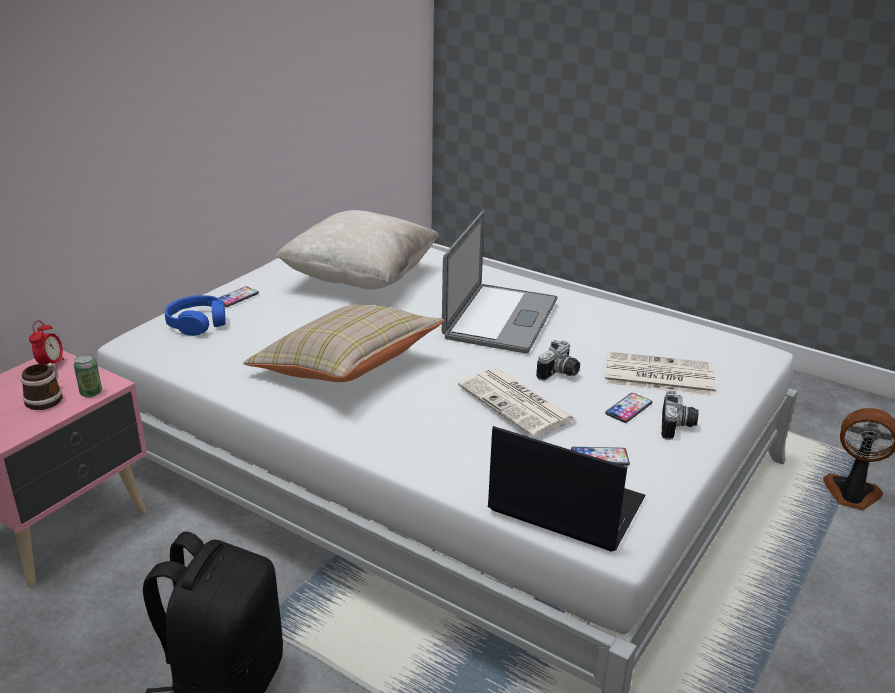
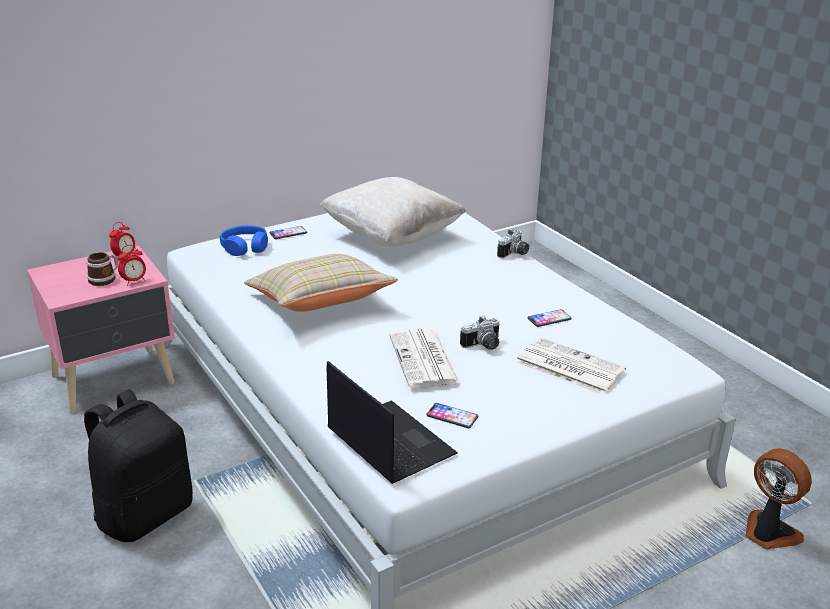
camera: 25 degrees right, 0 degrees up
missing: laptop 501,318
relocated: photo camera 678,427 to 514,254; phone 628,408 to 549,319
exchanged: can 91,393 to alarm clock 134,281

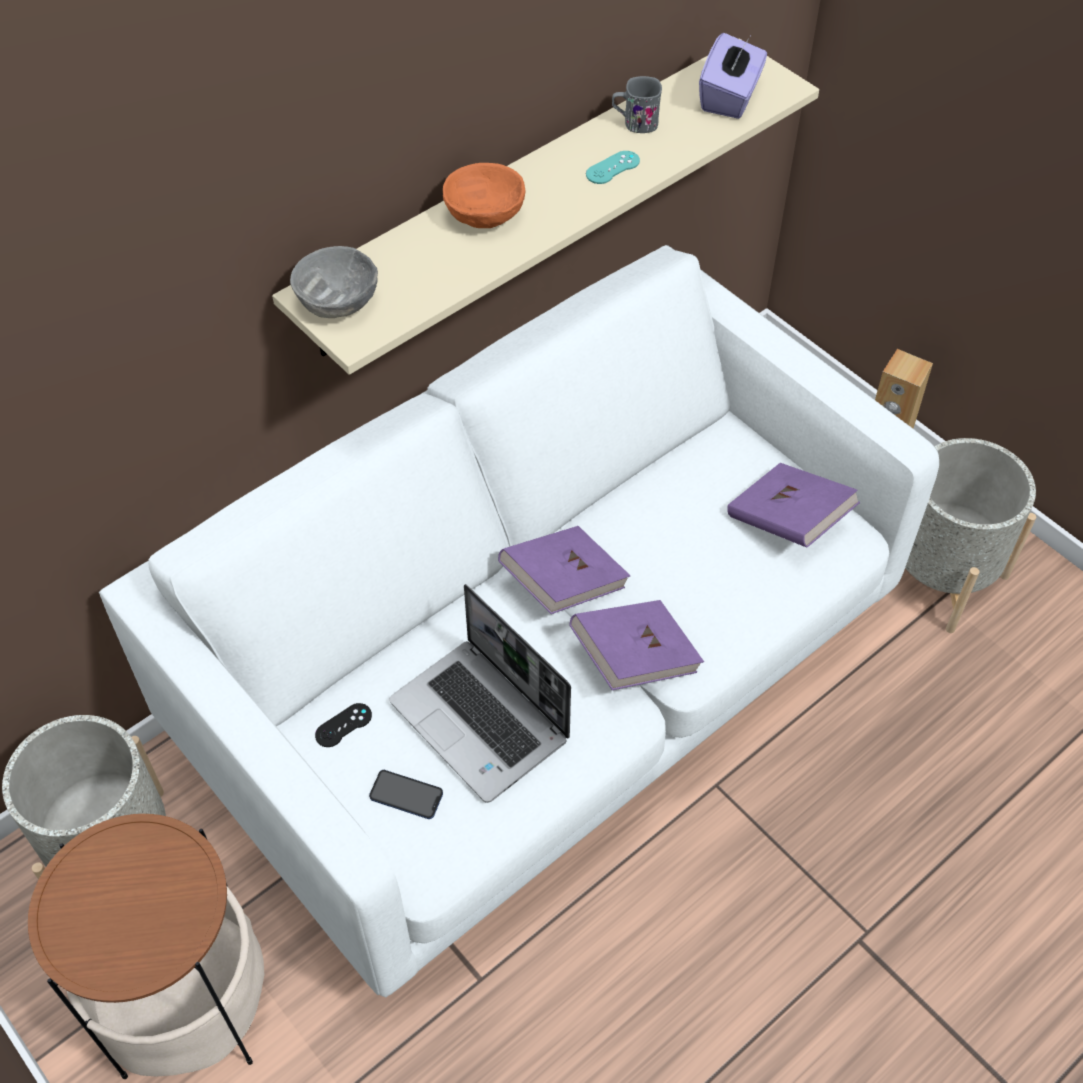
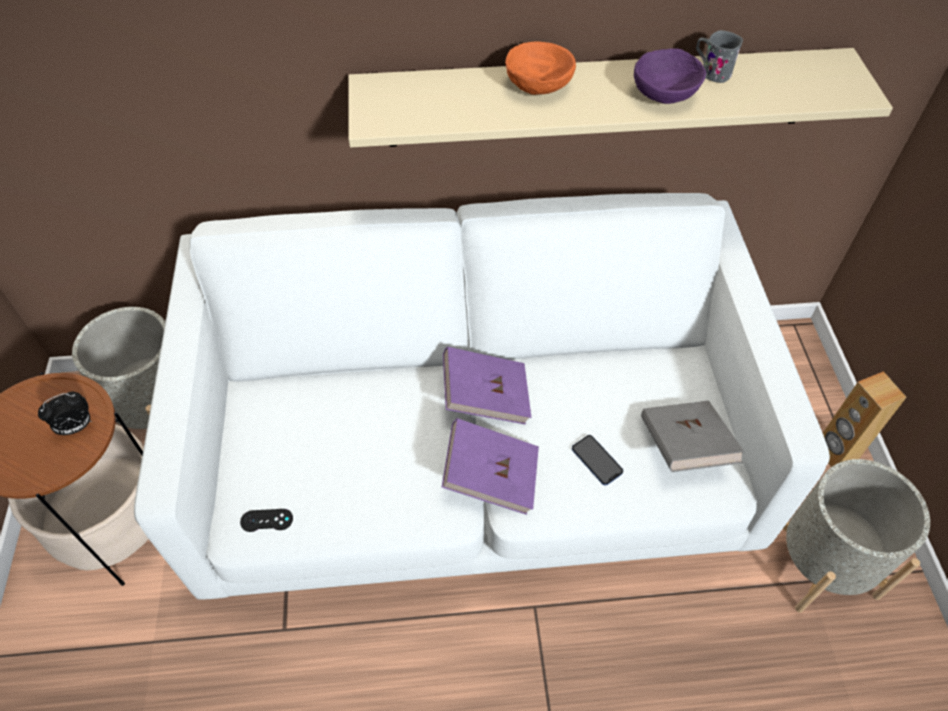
camera: 35 degrees right, 0 degrees up
missing: grey bowl 338,302; laptop 482,721; purple tissue box 730,97
appeared: alarm clock 76,427
relocated: black game controller 343,725 to 266,520; phone 406,795 to 596,460
exchanged: turquoise game controller 612,168 to purple bowl 664,94
colour: purple book 788,521 to grey book 684,447

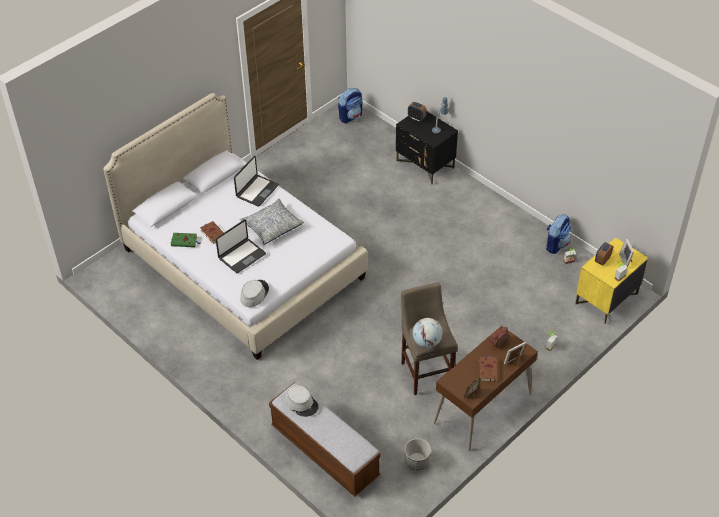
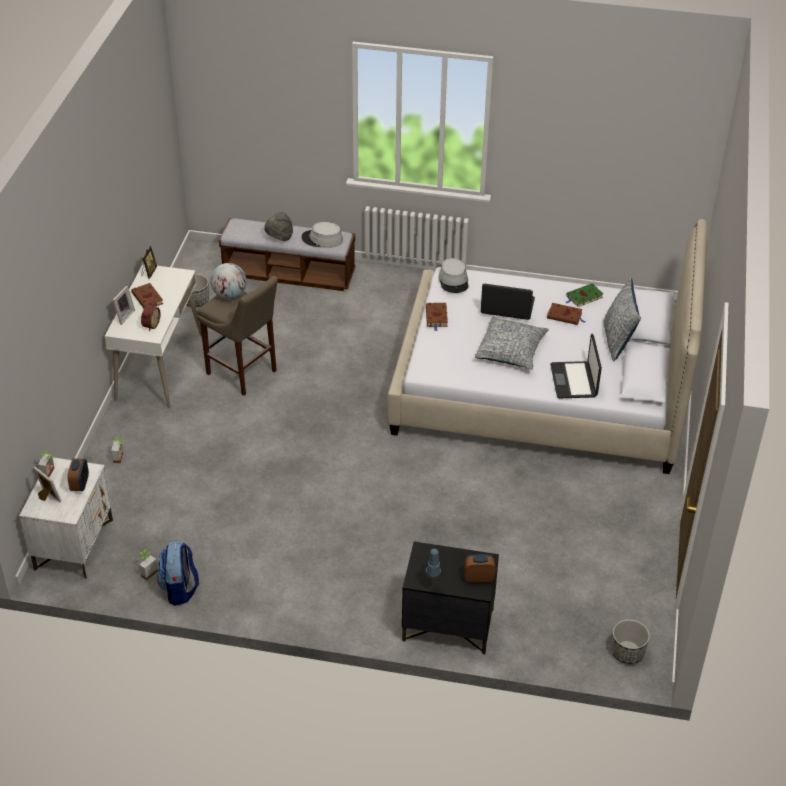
camera: 145 degrees right, 5 degrees down
appeared: grey hat 279,238; brown book 436,317; pillow 618,340
exchanged: backpack 350,116 to planter 627,653
colour: yellow nightstand 606,299 to white nightstand 74,544; brown desk 482,409 to white desk 159,367
spun: laptop 241,256 = 507,307 90 degrees clockwise

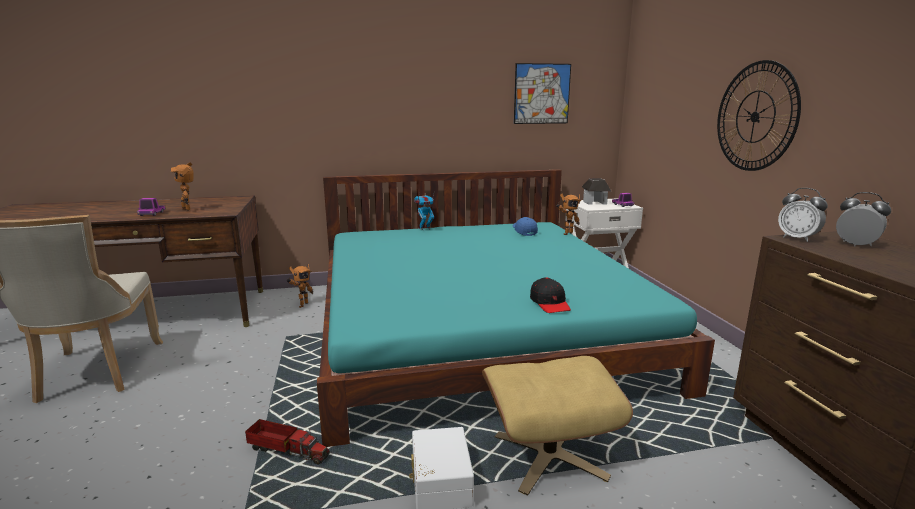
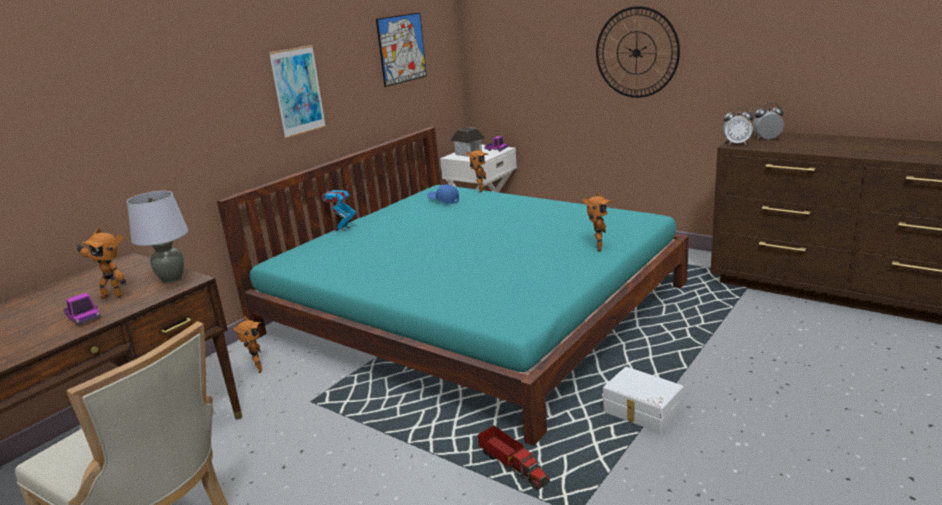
camera: 40 degrees left, 5 degrees up
missing: beige ottoman 549,455
appeared: grey table lamp 172,279; picture 298,91
exchanged: black cap 550,303 to toy robot 596,248
spun: toy truck 287,450 = 512,465 75 degrees clockwise

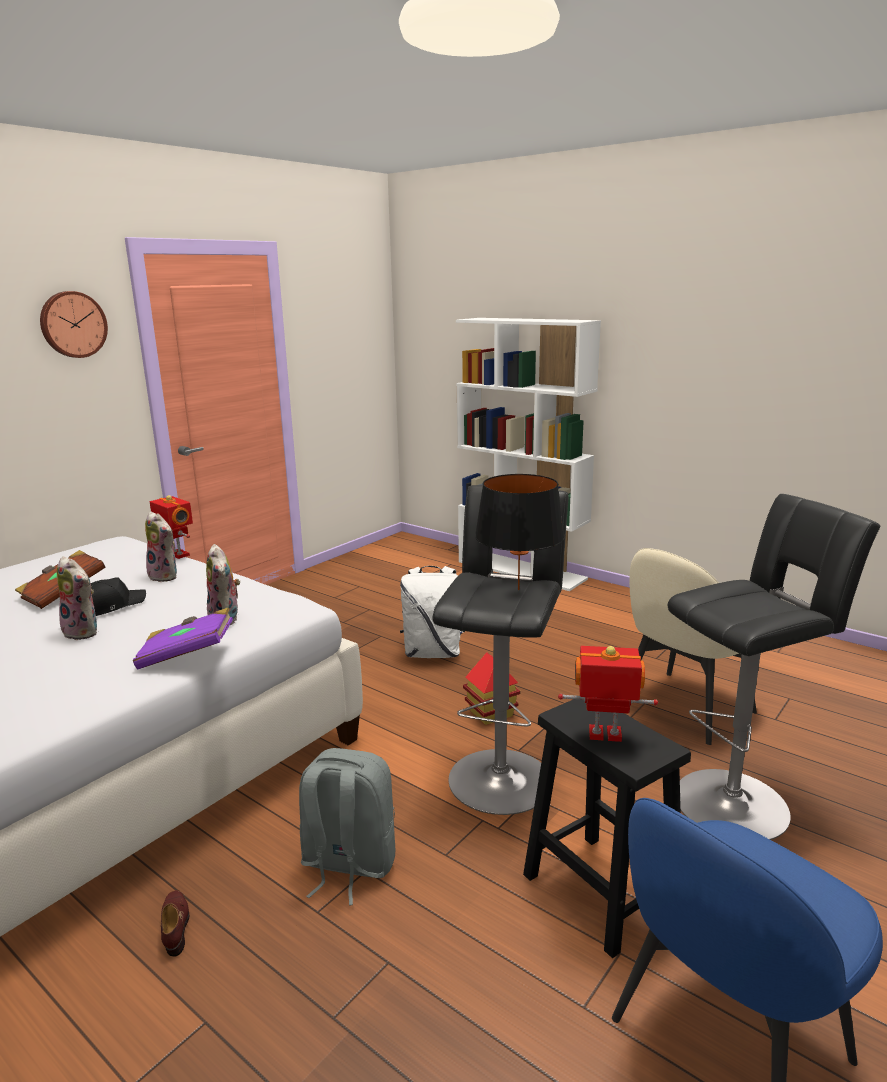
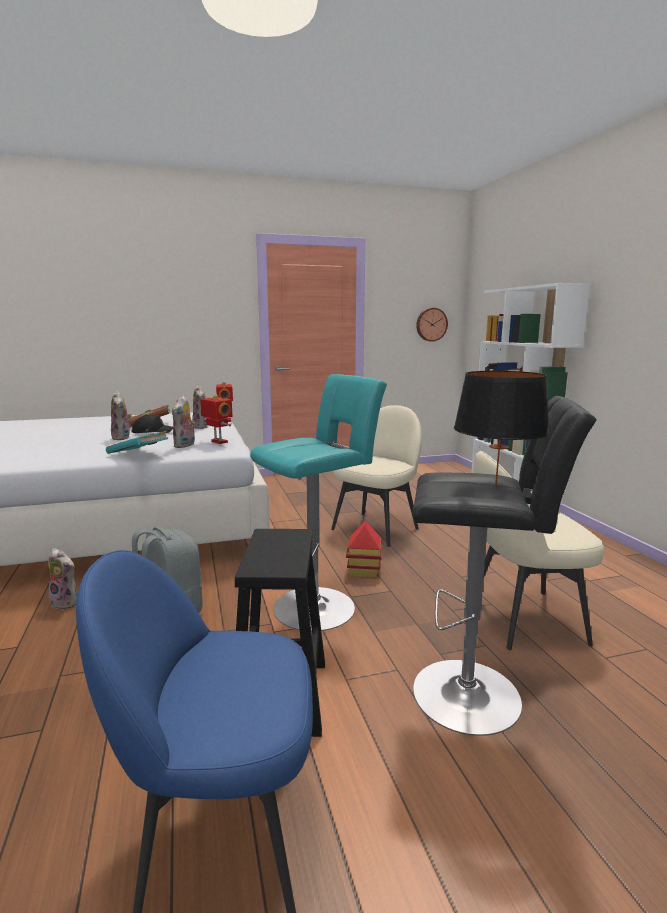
camera: 35 degrees right, 5 degrees down
relocated: toy robot 605,736 to 218,442; wall clock 72,324 to 431,324; black table lamp 518,590 to 495,487
exchanged: brown shoe 176,925 to plush toy 66,602; white backpack 433,653 to beige chair 376,528
colour: purple book 187,655 to turquoise book 139,454; black stool 501,775 to turquoise stool 319,605

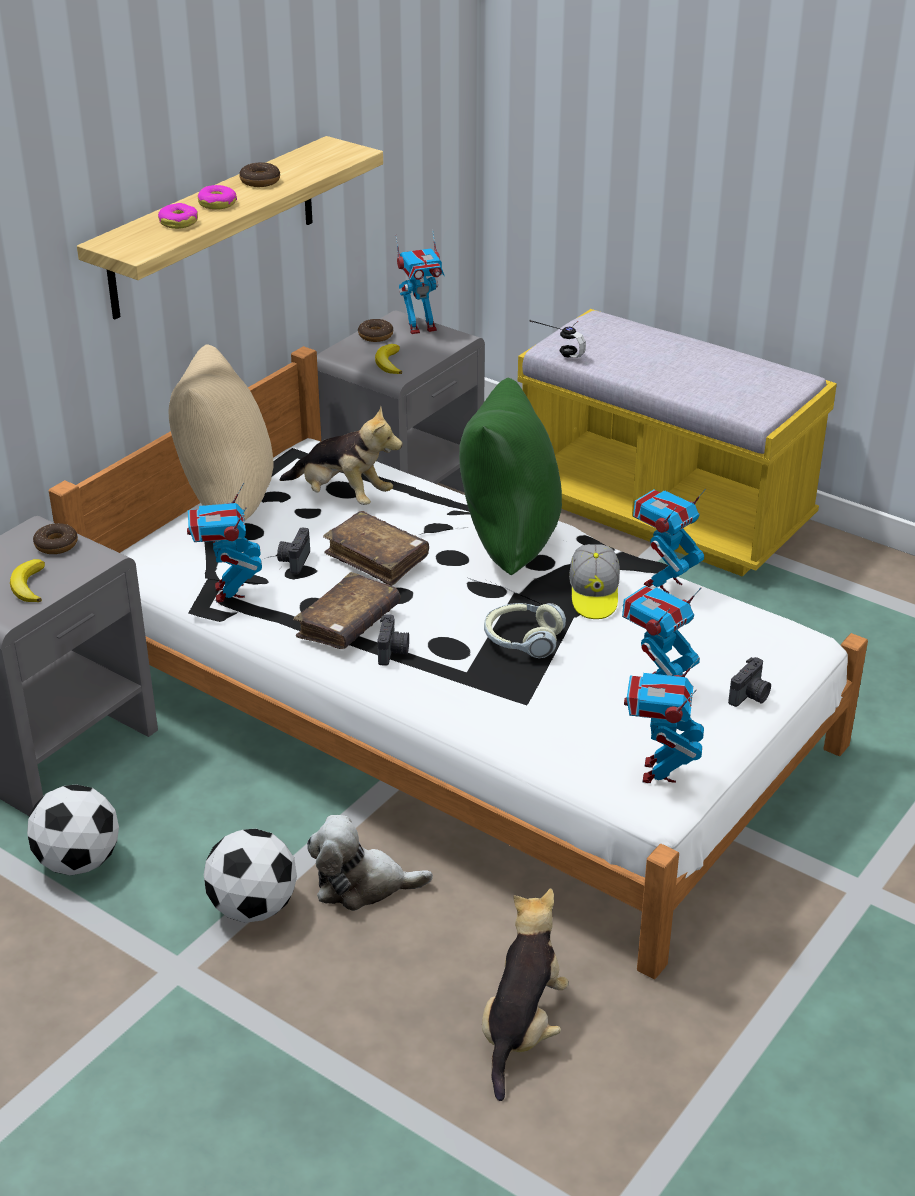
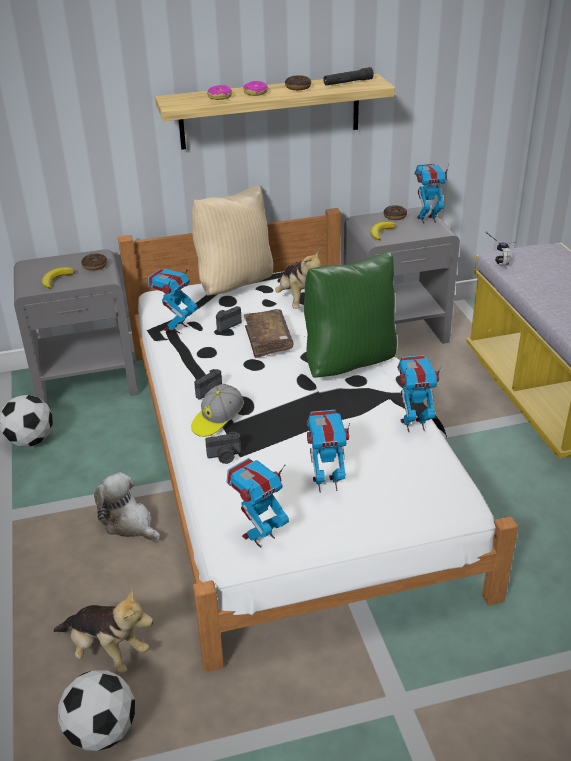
camera: 40 degrees right, 0 degrees up
missing: brown book 348,623; headphones 522,640
appeared: black flashlight 348,82
relocated: football 253,907 to 102,731; cap 594,595 to 217,420; photo camera 750,696 to 224,457
spun: plush toy 522,1028 = 106,651 60 degrees clockwise; toy robot 421,327 = 427,219 150 degrees clockwise

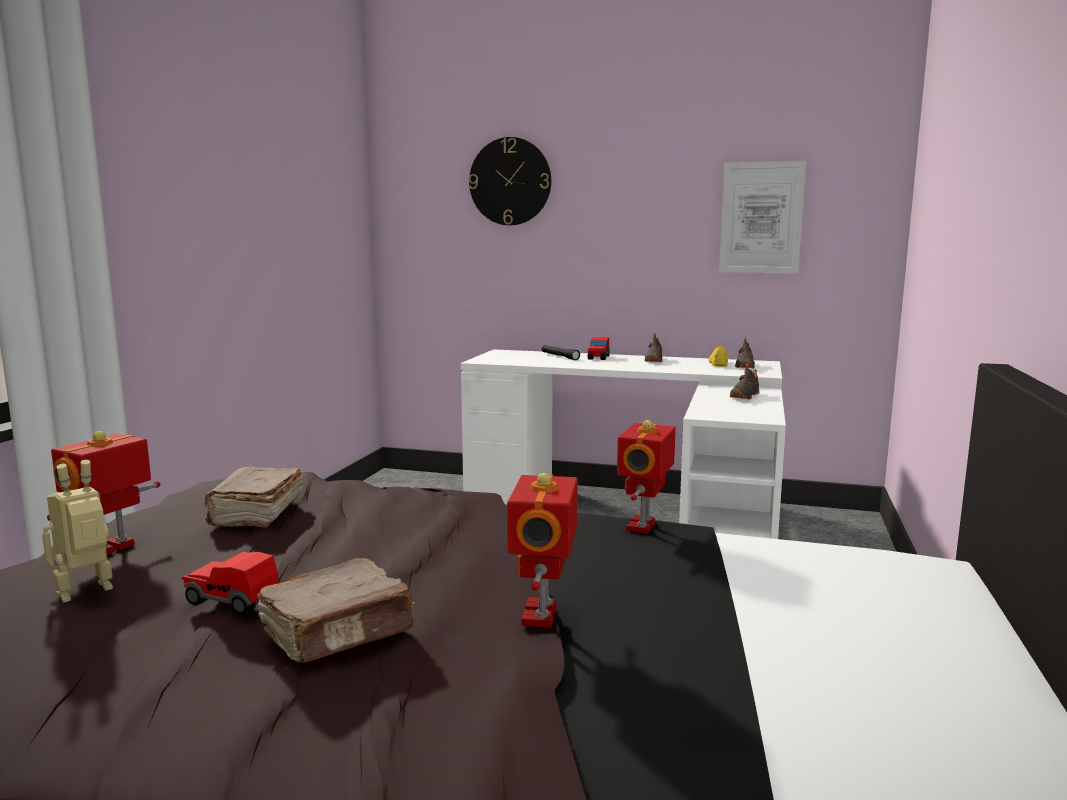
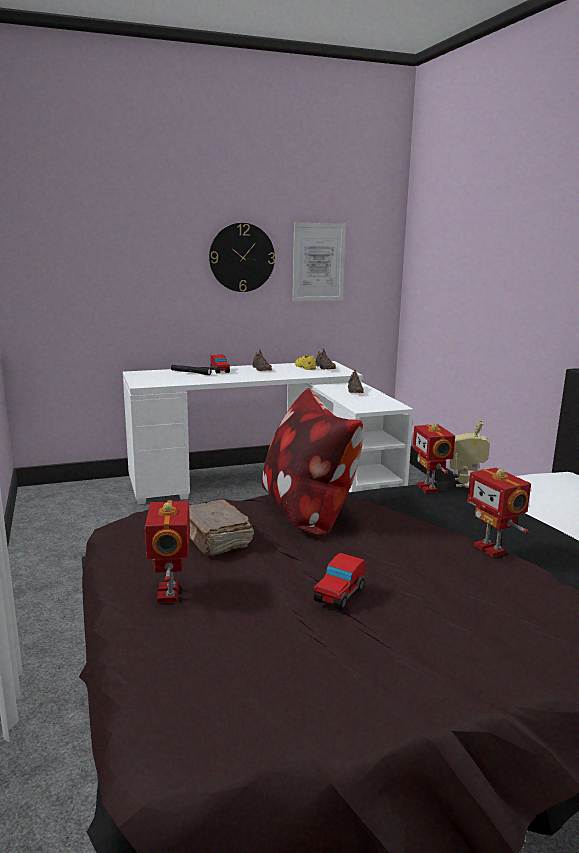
camera: 35 degrees left, 5 degrees up
missing: brown book 340,632
appeared: pillow 308,512
relocated: wall clock 510,181 to 242,257; toy robot 87,594 to 466,483
spun: toy car 232,601 = 339,595 45 degrees counterclockwise

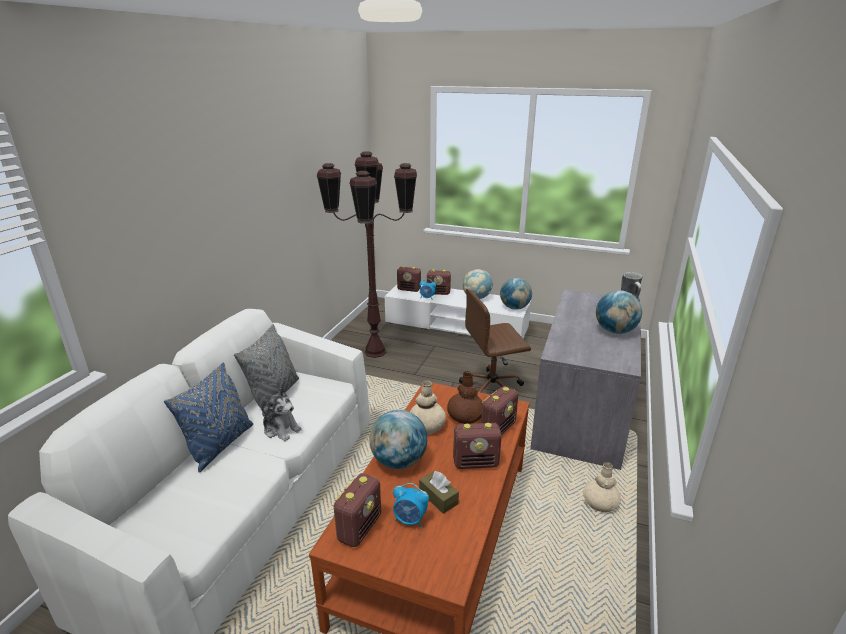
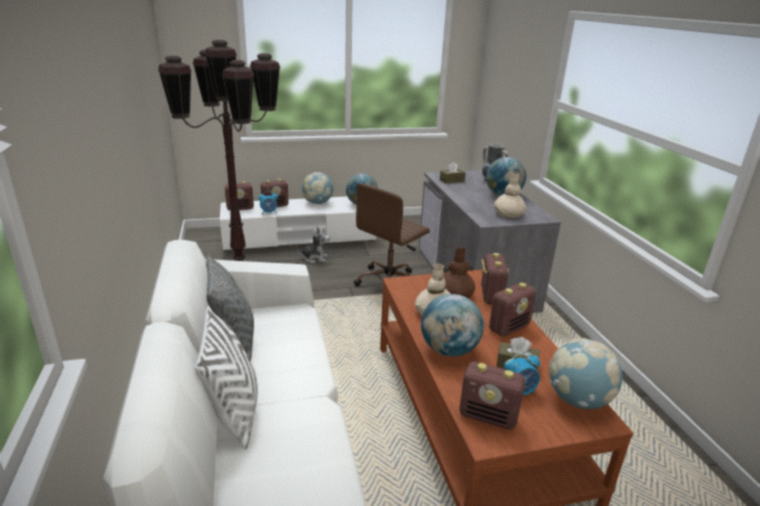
camera: 35 degrees left, 0 degrees up
appeared: brown tissue box 452,180; globe 578,400
relocated: plush toy 281,429 to 314,258; beige vase 600,502 to 508,214
colour: blue pillow 220,445 to white pillow 234,412
spun: radio 359,527 = 488,417 120 degrees clockwise

